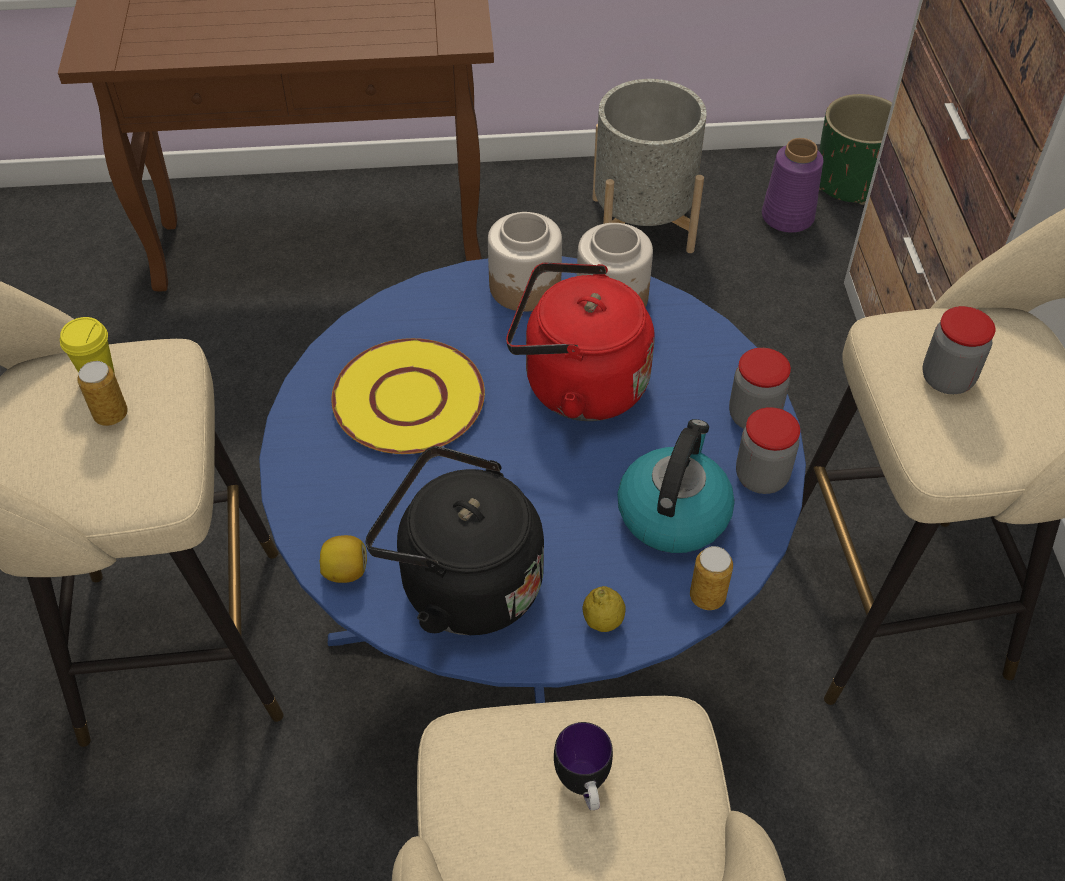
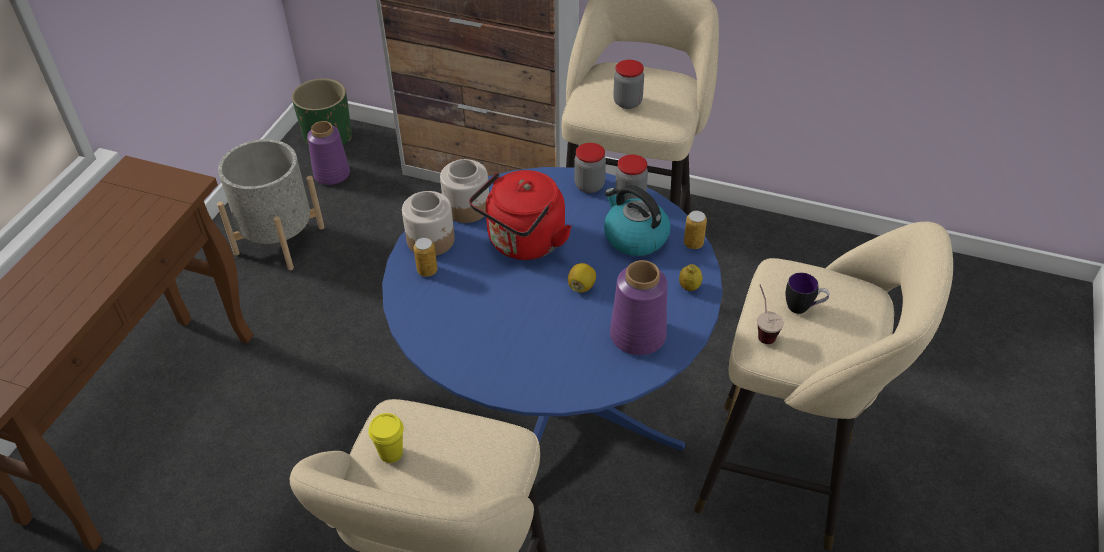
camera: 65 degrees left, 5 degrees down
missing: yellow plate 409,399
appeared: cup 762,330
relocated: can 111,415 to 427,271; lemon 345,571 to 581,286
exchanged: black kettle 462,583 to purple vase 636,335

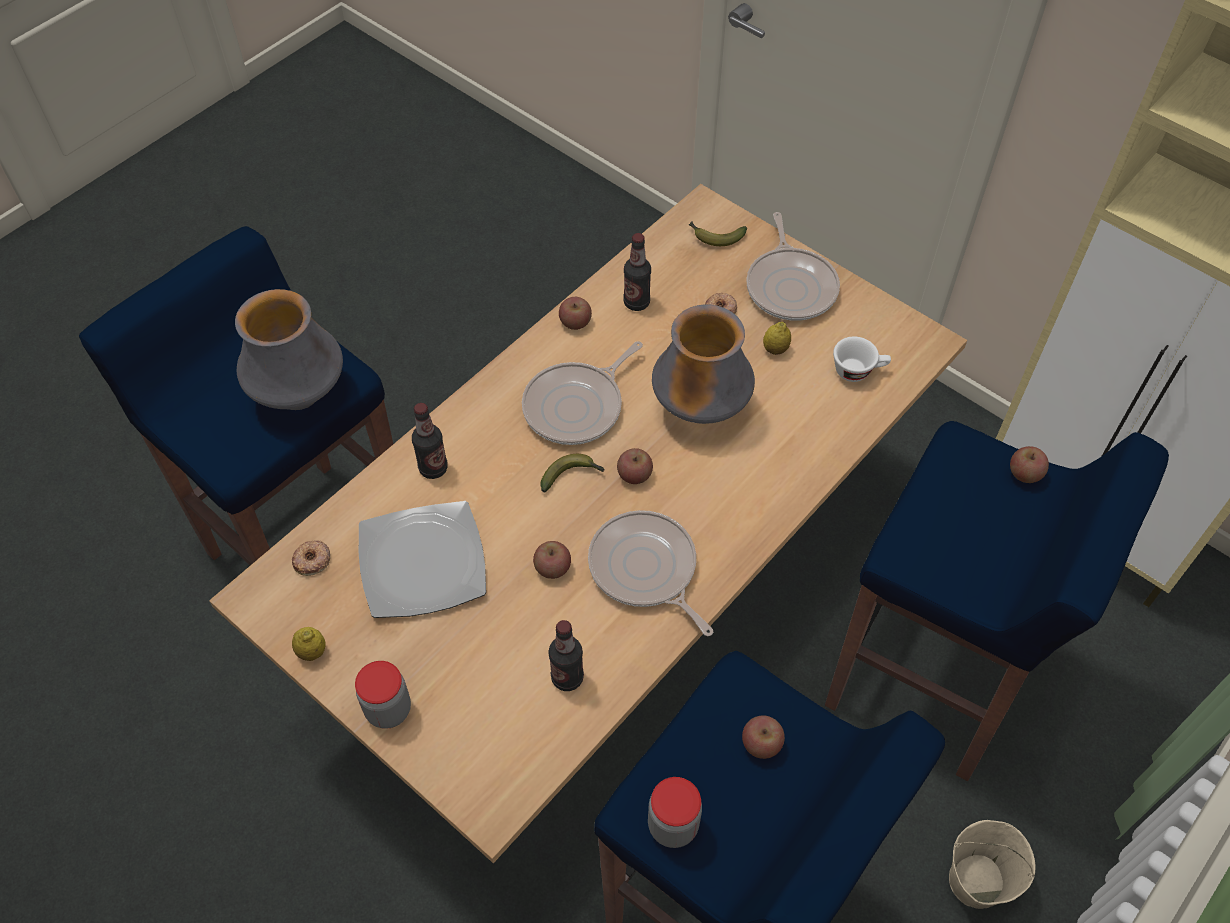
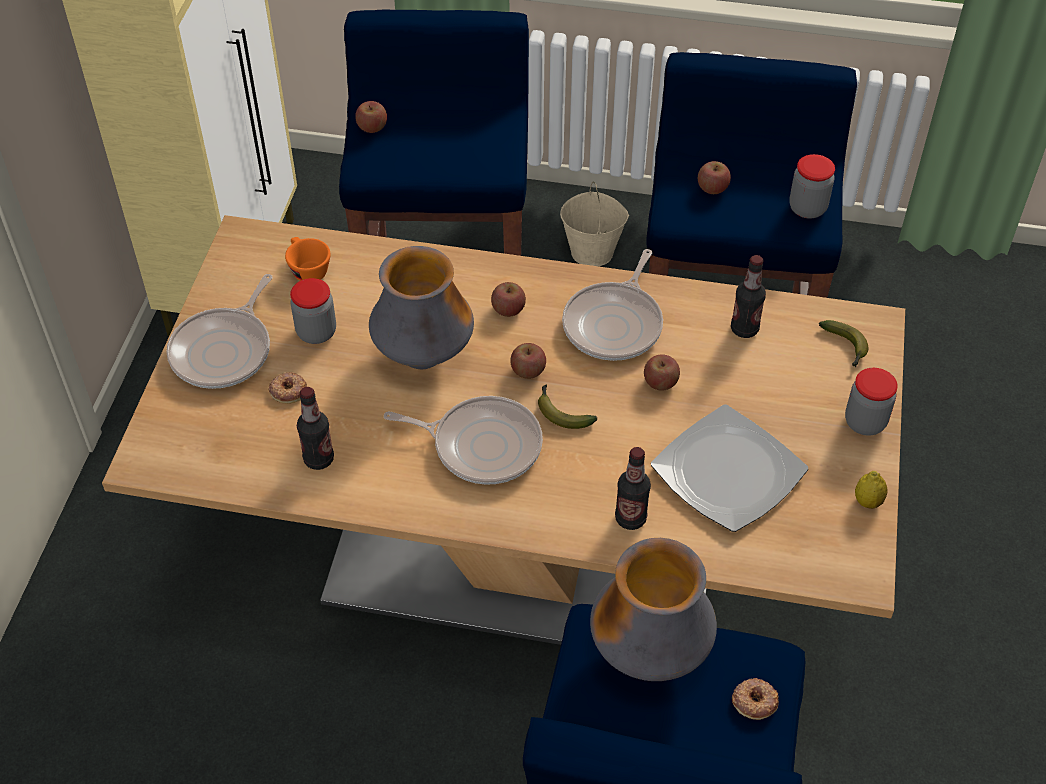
camera: 120 degrees left, 5 degrees down
relocated: apple 575,322 to 508,309; donut 312,560 to 754,701; banana 715,237 to 845,347
exchanged: lemon 775,349 to jar 316,332
colour: white cup 858,370 to orange cup 307,270
spun: frying pan 791,286 = 225,350 150 degrees clockwise

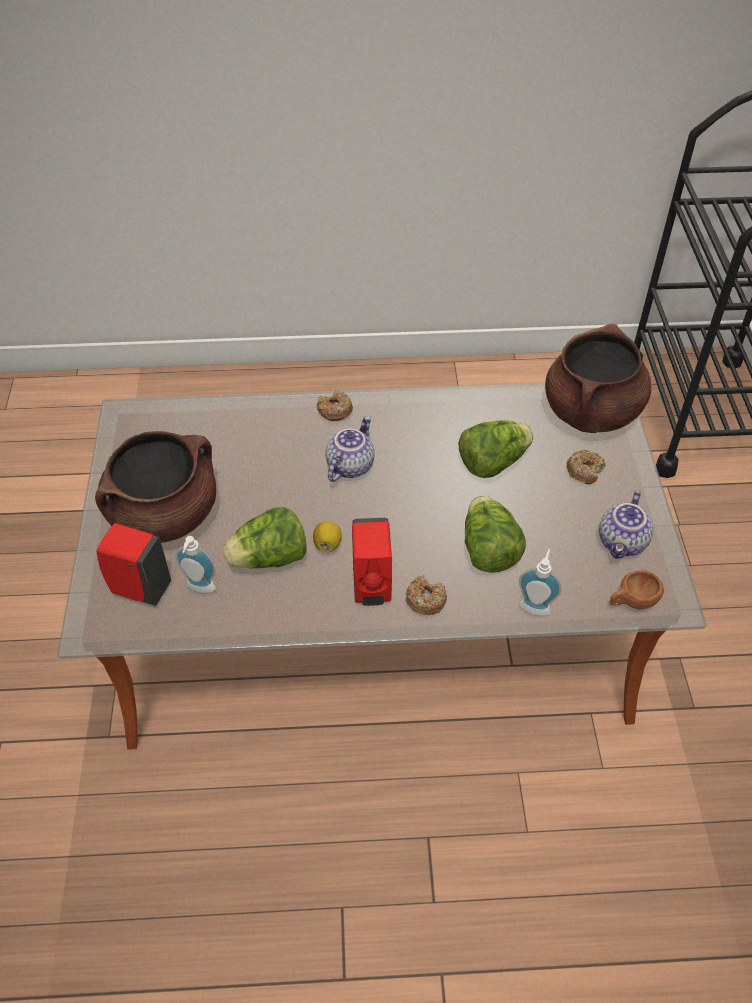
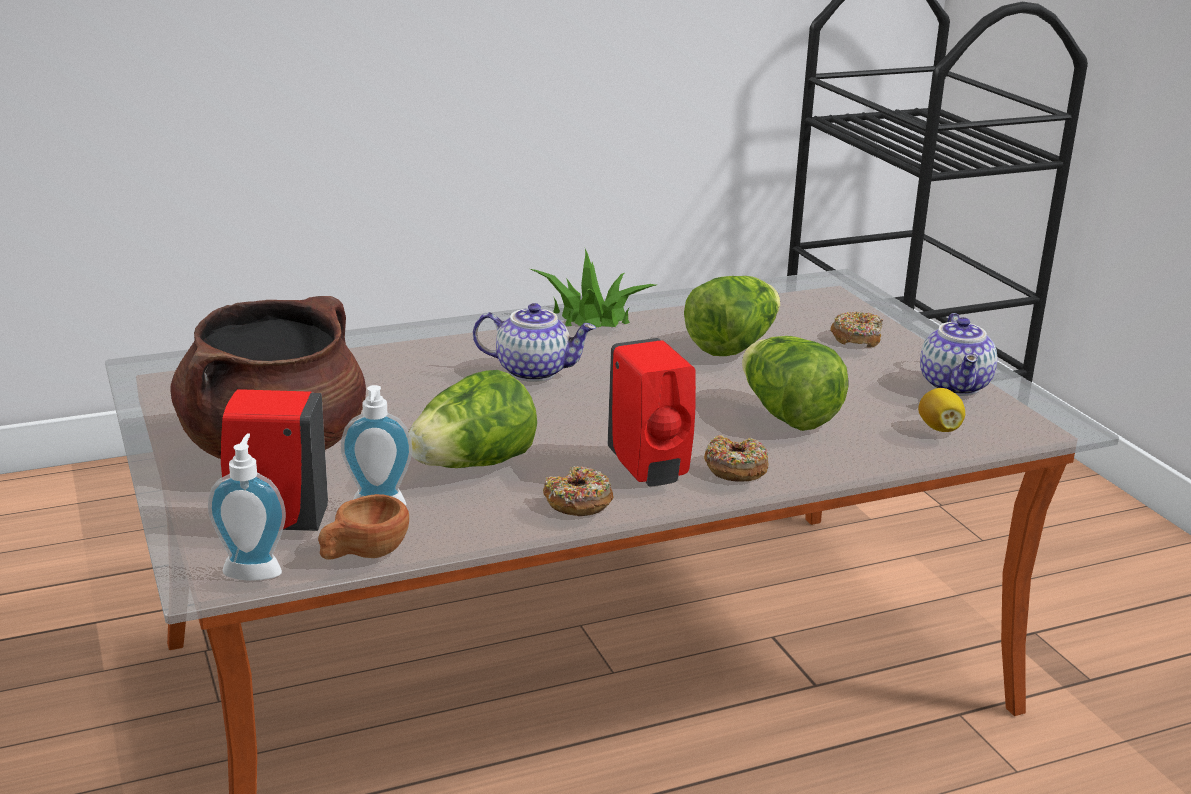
camera: 20 degrees left, 25 degrees down
missing: brown cooking pot 591,412
appeared: potted plant 592,315
relocated: soap dispenser 535,605 to 254,569; brown cup 631,602 to 363,554; donut 334,410 to 578,502; lemon 327,544 to 939,428
spun: teapot 349,465 = 534,371 90 degrees clockwise

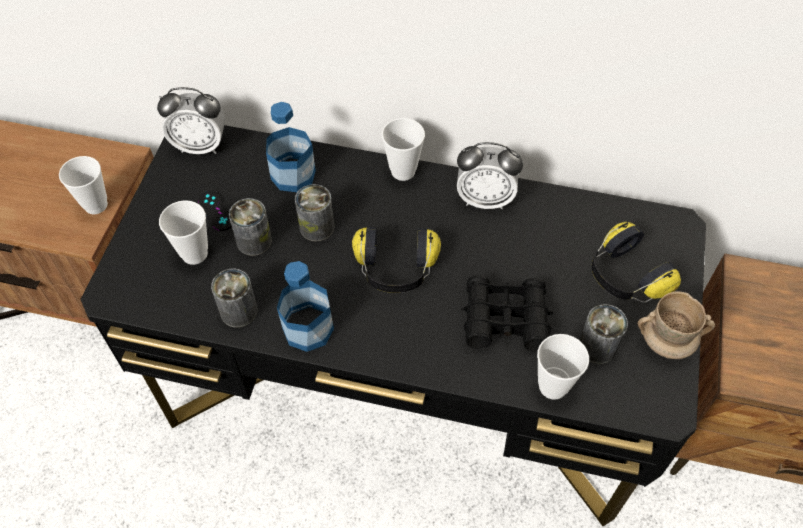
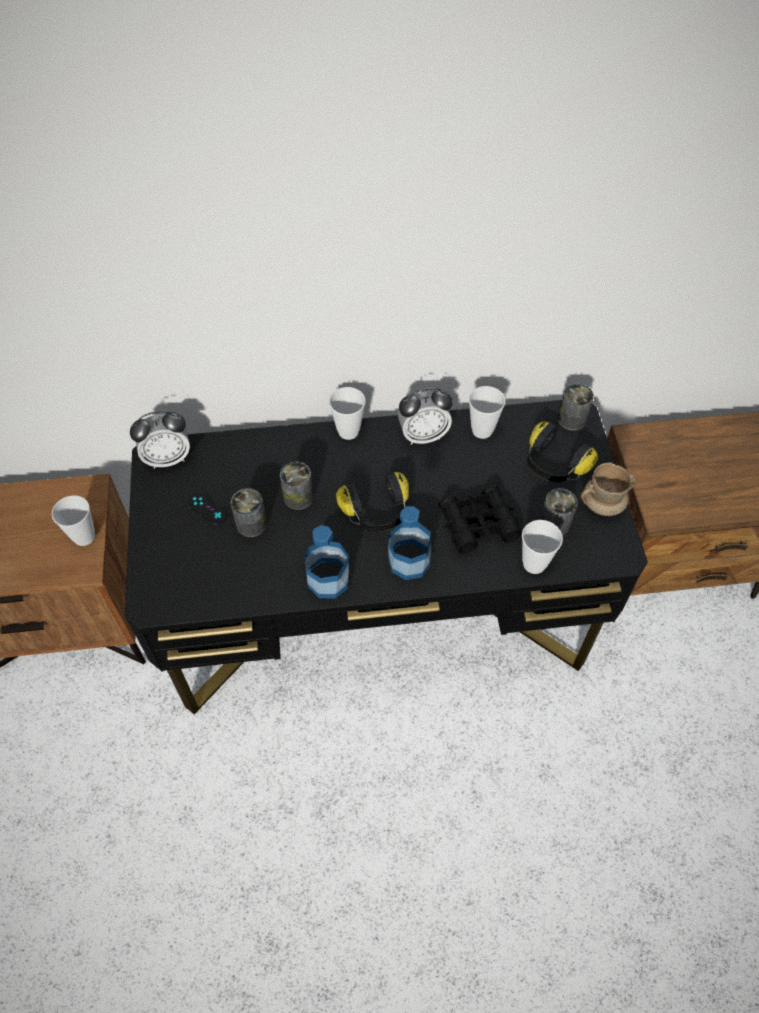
camera: 20 degrees left, 0 degrees up
relocated: bottle 293,175 to 409,561; cup 194,254 to 482,430; can 239,311 to 571,419

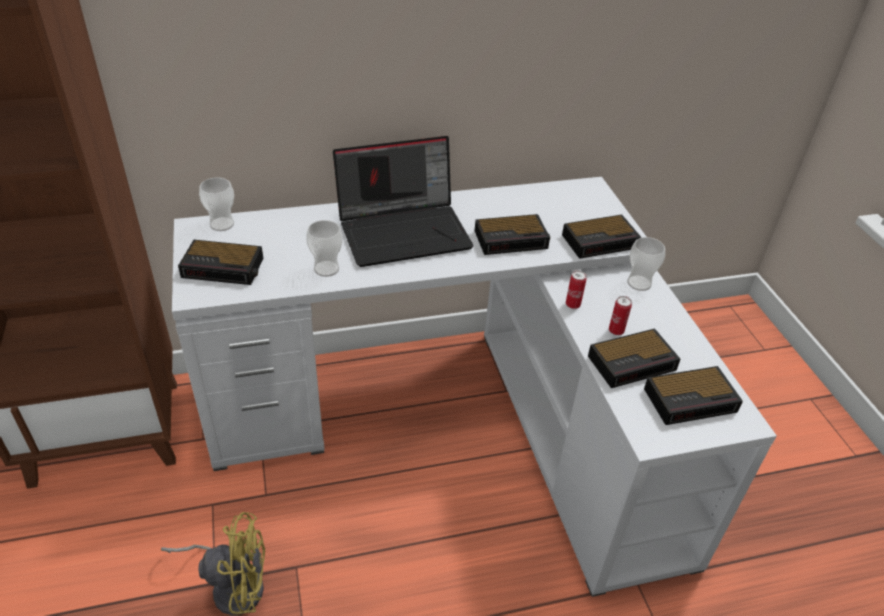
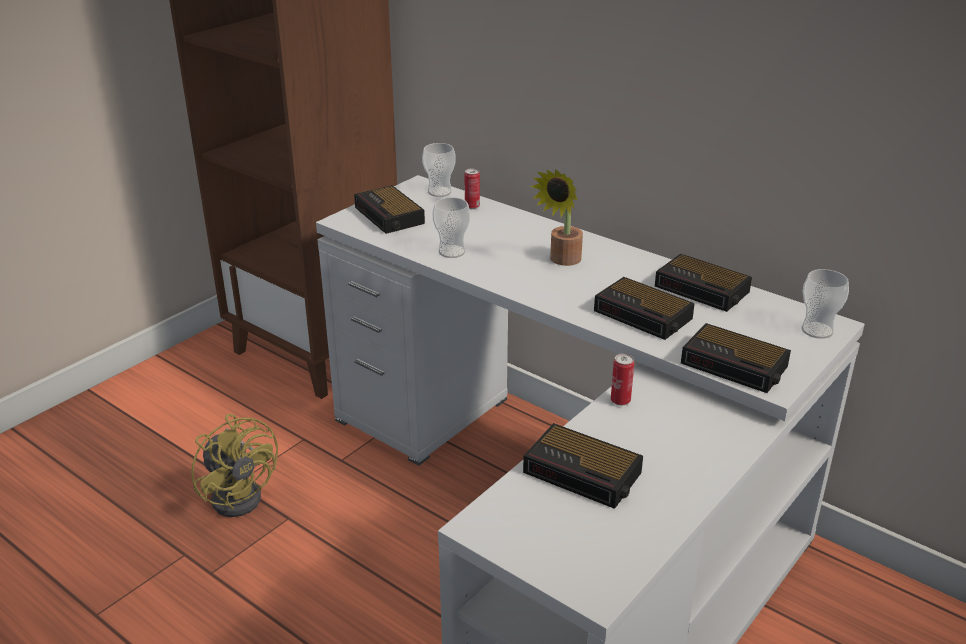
camera: 55 degrees right, 10 degrees down
relocated: can 616,331 to 472,206; alarm clock 692,400 to 703,289; cup 639,283 to 817,330
exchanged: laptop 405,230 to potted plant 562,261

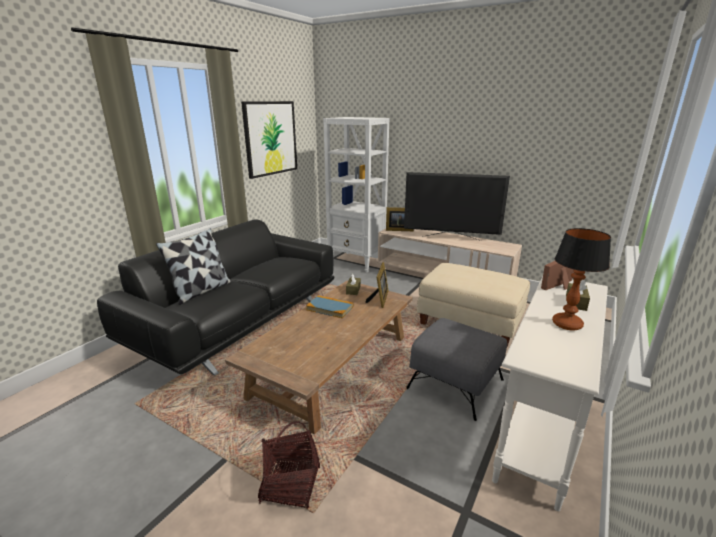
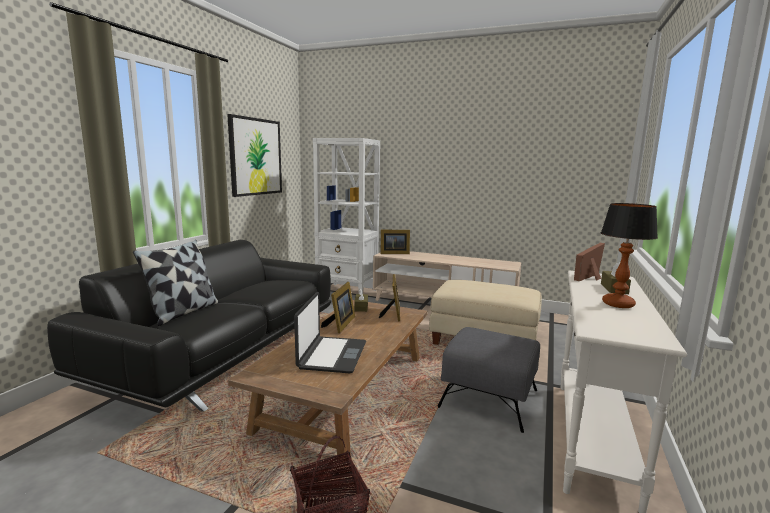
camera: 10 degrees left, 10 degrees down
missing: television 450,238
appeared: laptop 332,355
exchanged: book 330,308 to picture frame 340,324

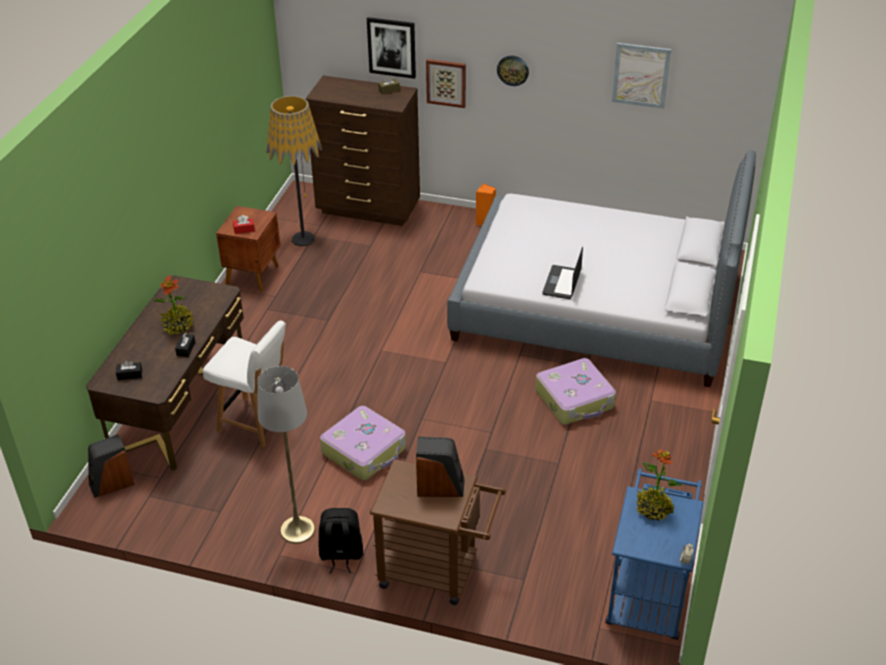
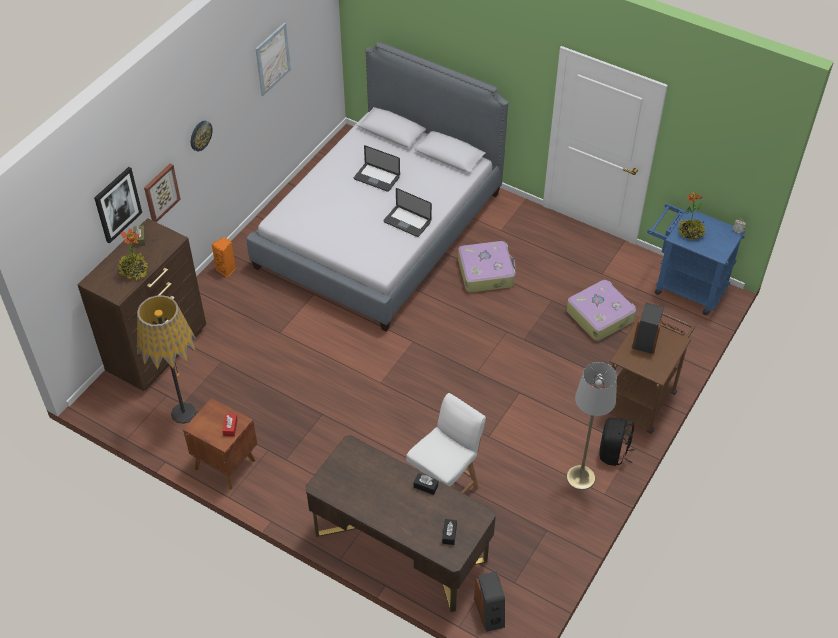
camera: 75 degrees left, 10 degrees up
appeared: laptop 376,178
relocated: potted plant 178,325 to 134,271; suitcase 365,451 to 600,315

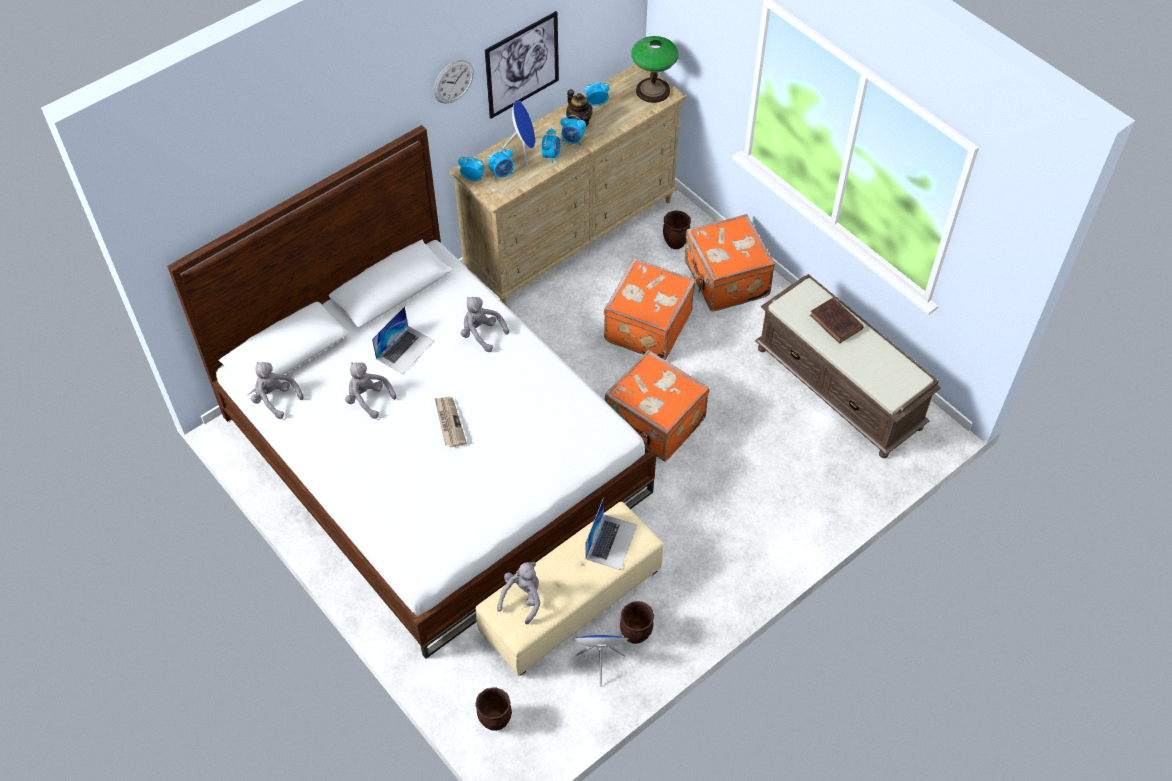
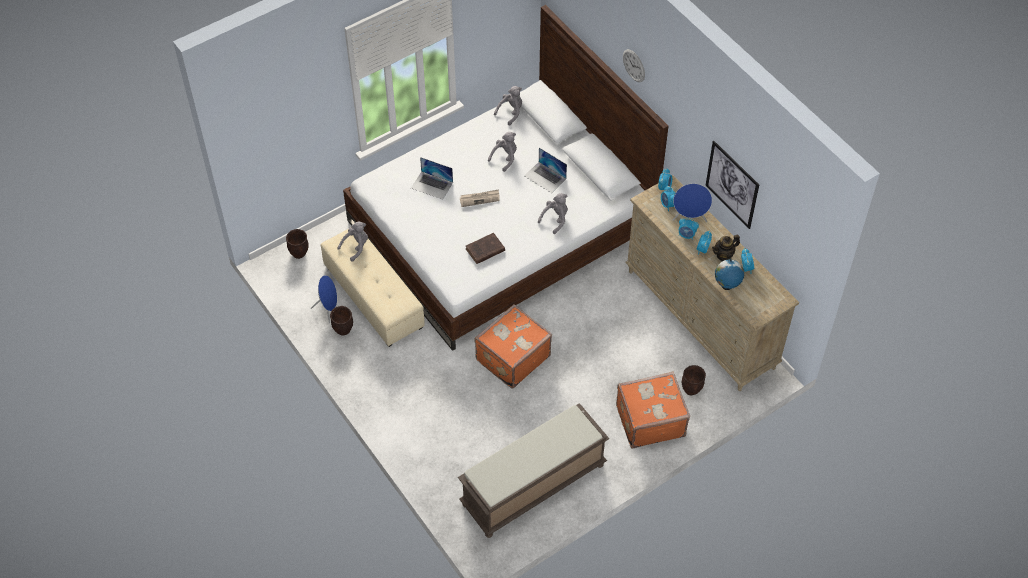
camera: 95 degrees right, 0 degrees up
missing: orange suitcase 646,326; table lamp 653,91
appeared: globe 726,286
relocated: laptop 611,541 to 432,185; brown book 837,323 to 484,250; wall clock 453,81 to 634,65
spun: grey plush toy 523,598 = 356,247 75 degrees counterclockwise

